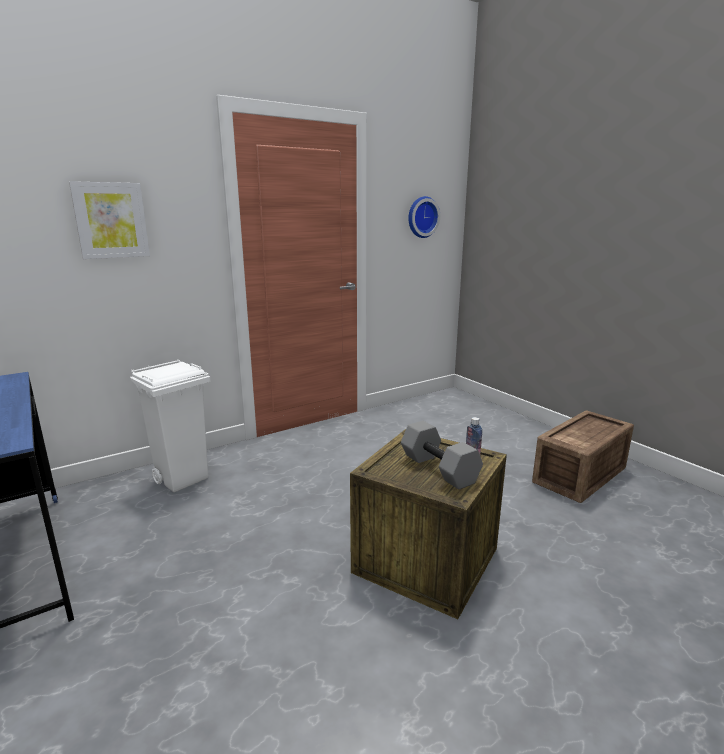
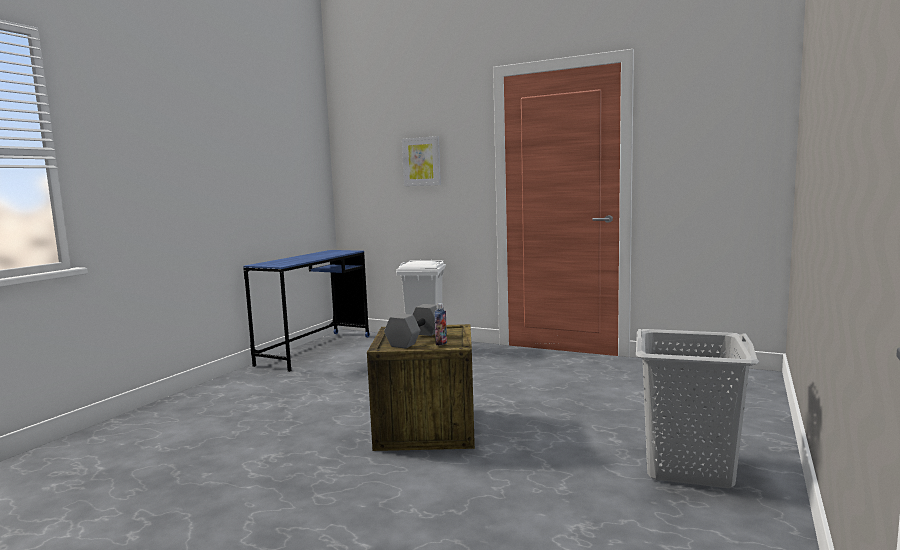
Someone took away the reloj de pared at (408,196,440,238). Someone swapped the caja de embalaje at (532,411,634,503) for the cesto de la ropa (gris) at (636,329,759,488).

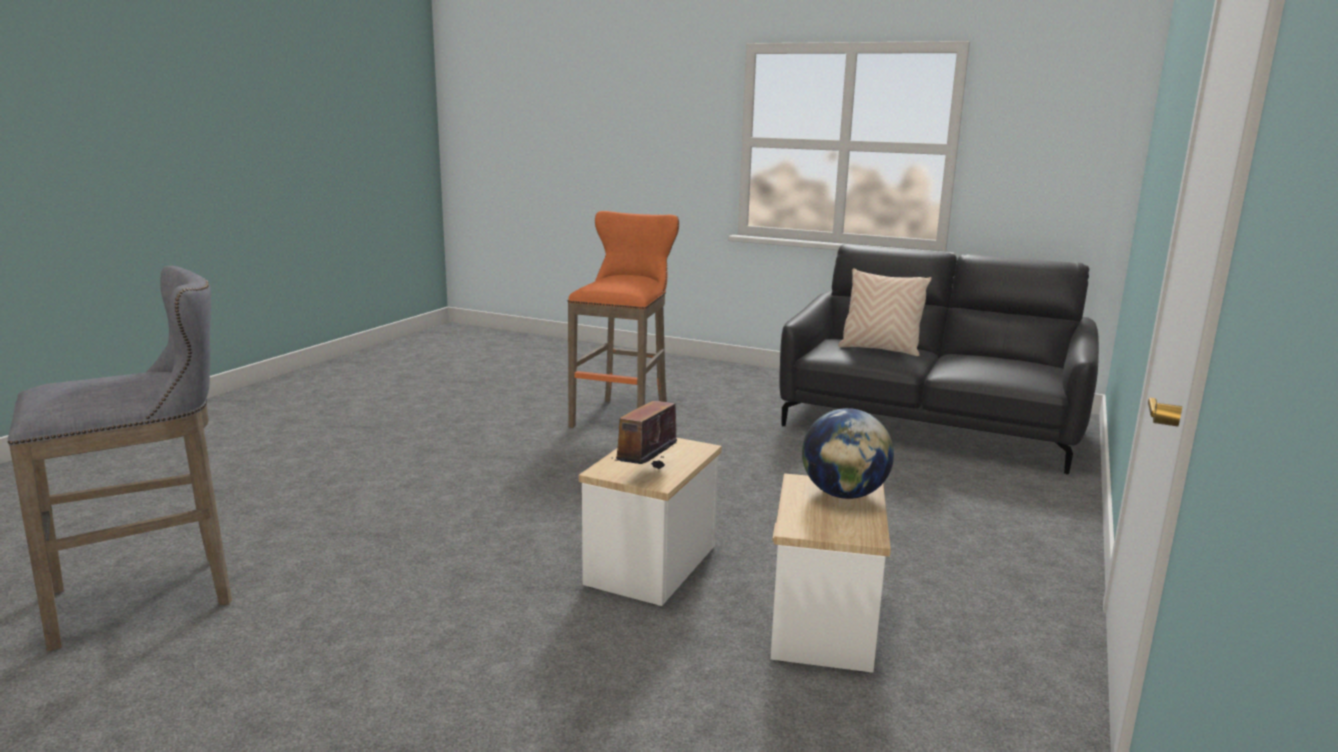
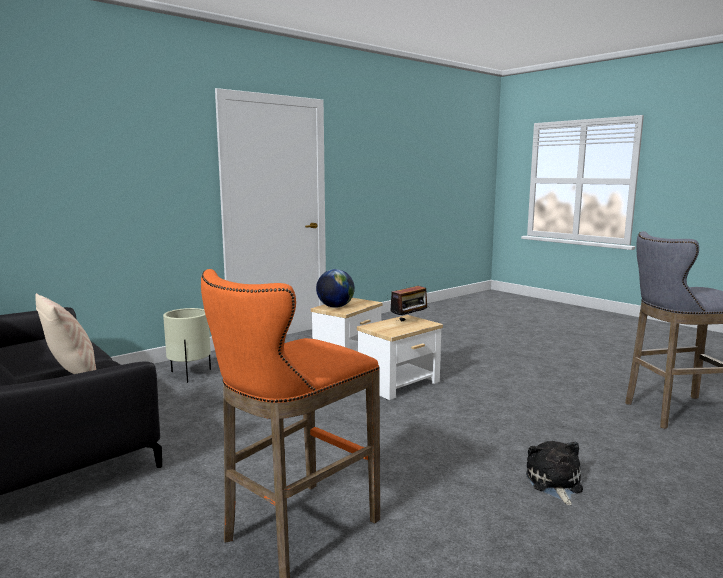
Someone put down the maceta (beis) at (163,308,211,383). Someone put down the peluche at (526,441,583,505).

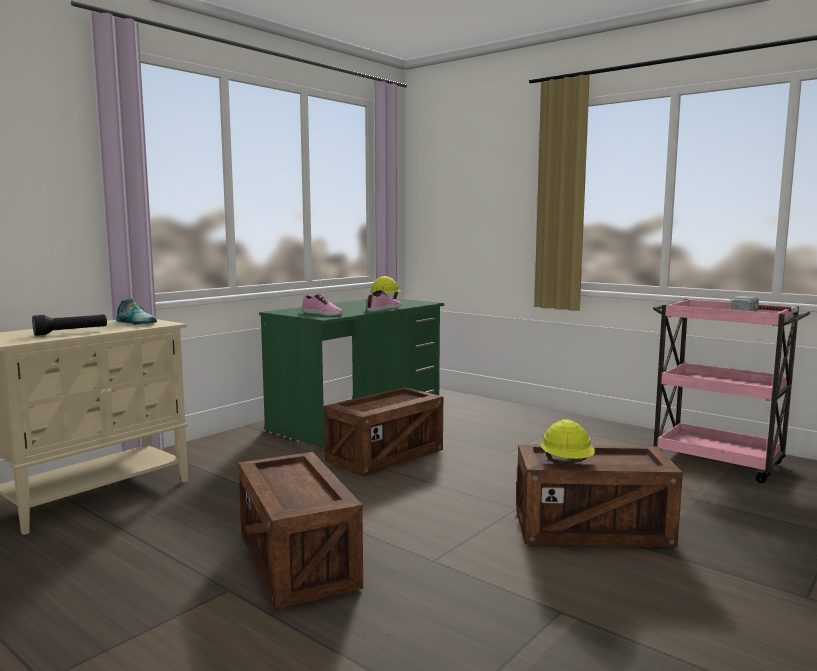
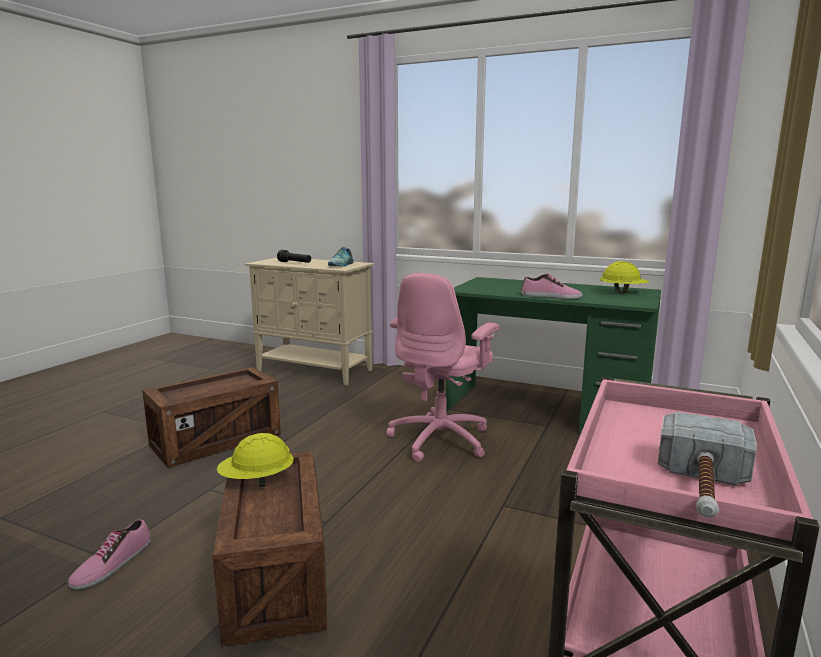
Someone carried the zapato from (302,293,343,316) to (68,519,151,589). Someone swapped the caja de embalaje at (324,387,443,477) for the silla de oficina (rosa) at (386,273,499,462).

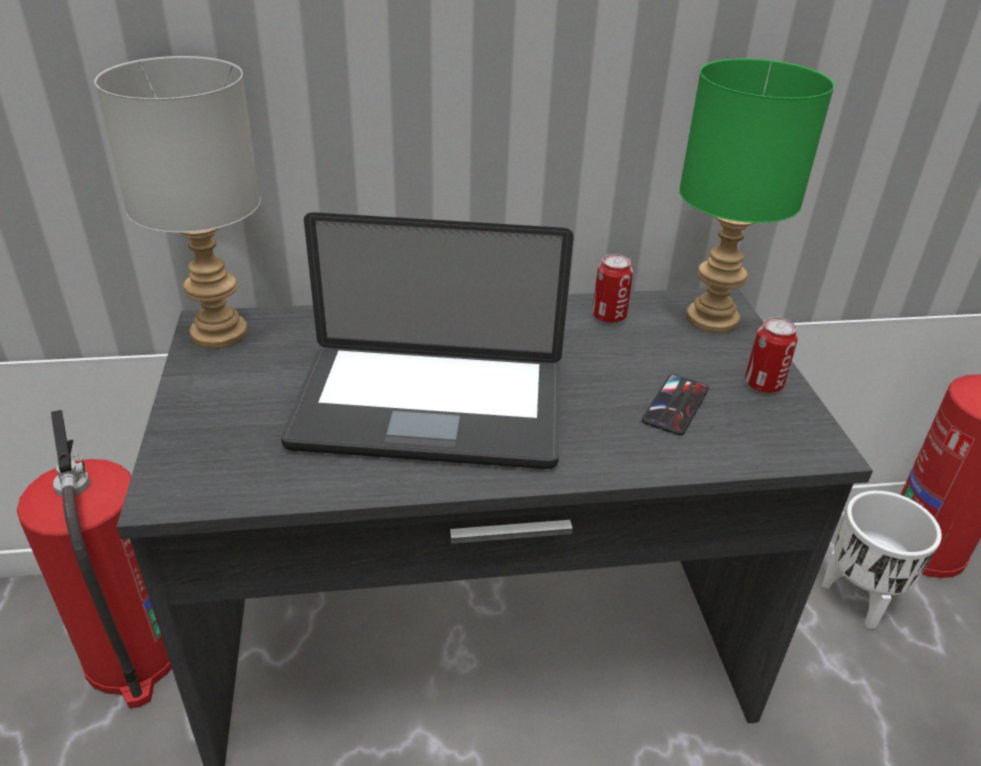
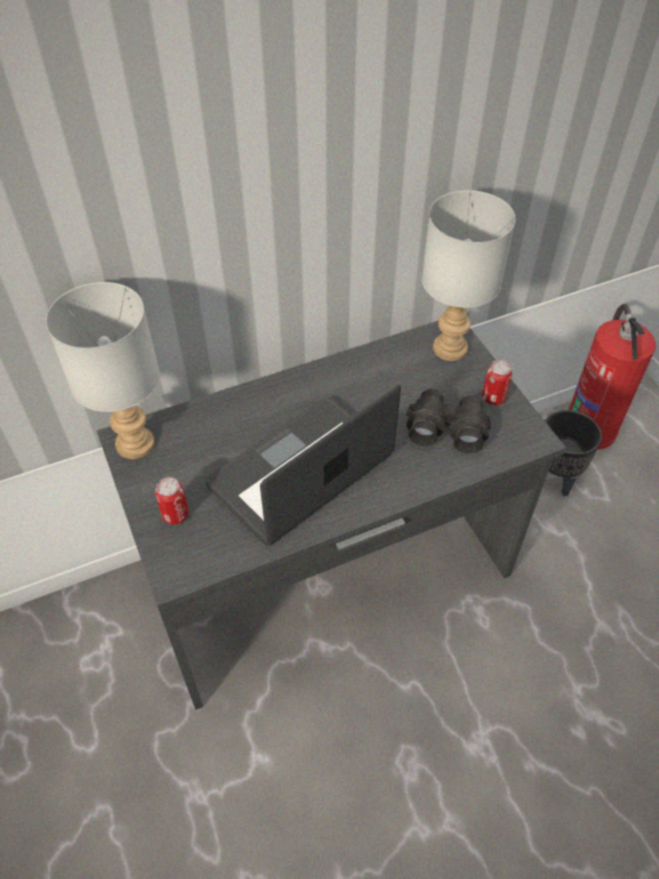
Someone took away the extintor at (17,410,172,708). Someone carried the lata from (592,254,633,323) to (155,477,189,525). Someone swapped the móvil at (642,374,709,435) for the prismáticos (negro) at (406,389,491,453). Someone repainted the lámpara de mesa (verde) at (679,58,835,333), which became the lámpara de mesa (gris) at (422,190,516,361). Someone repainted the maceta (blanco) at (822,491,942,629), which became the maceta (negro) at (545,410,602,497). Someone rotated the portátil at (281,212,574,469) by 150 degrees clockwise.

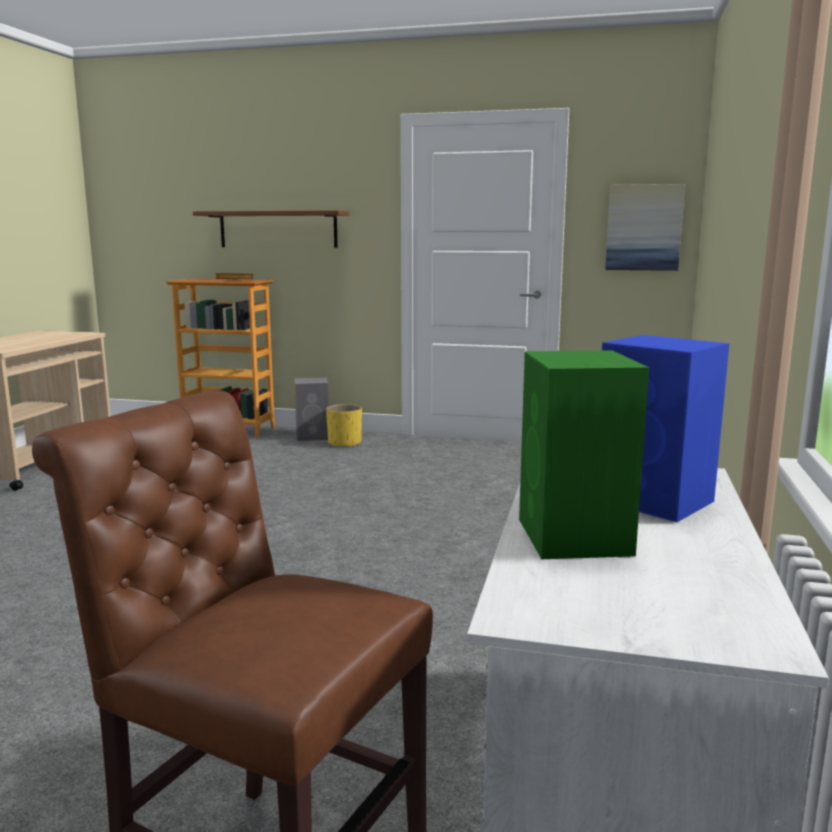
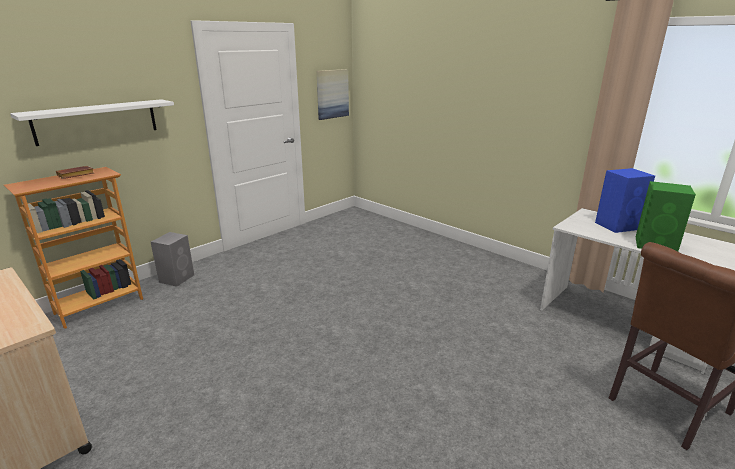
Someone took away the maceta (amarillo) at (326,404,362,448). Someone repainted the estante (marrón) at (193,210,349,248), which became the estante (blanco) at (10,99,174,146).

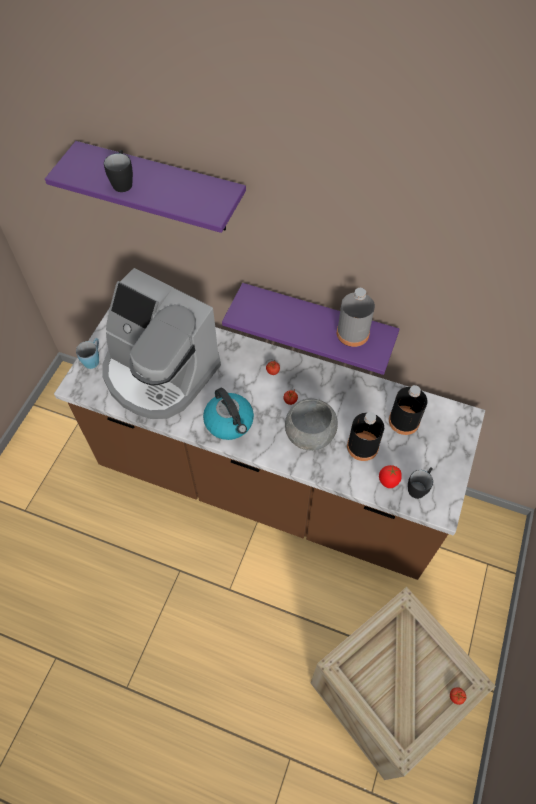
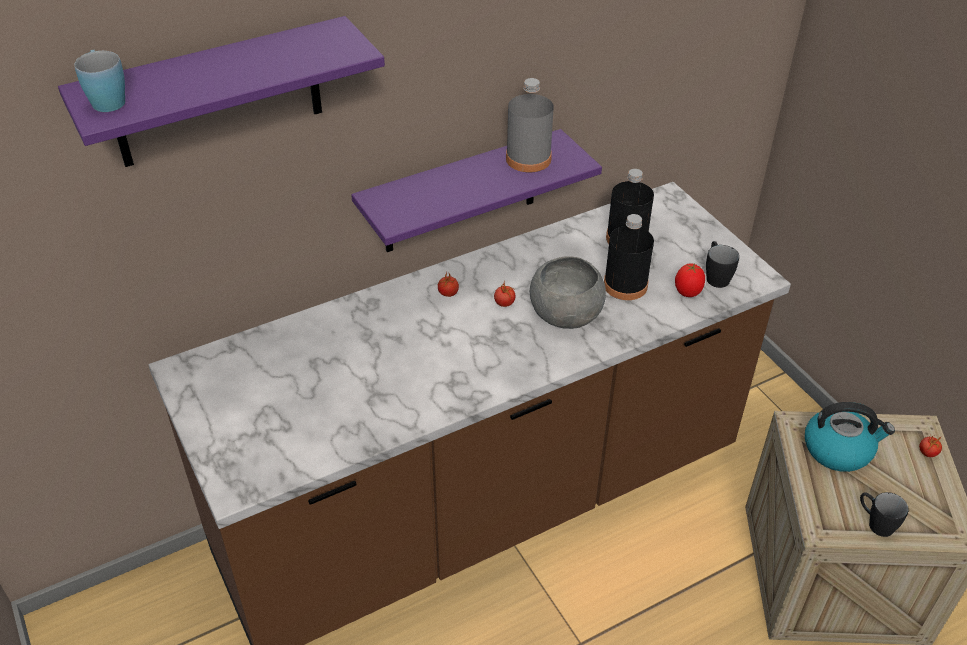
Someone took away the cafetera at (102,268,221,419). Someone carried the taza grande (azul) from (76,338,99,369) to (75,50,125,112). Someone carried the taza grande (negro) from (104,150,133,192) to (860,492,909,537). Someone carried the hervidor from (203,388,254,440) to (805,402,895,472).

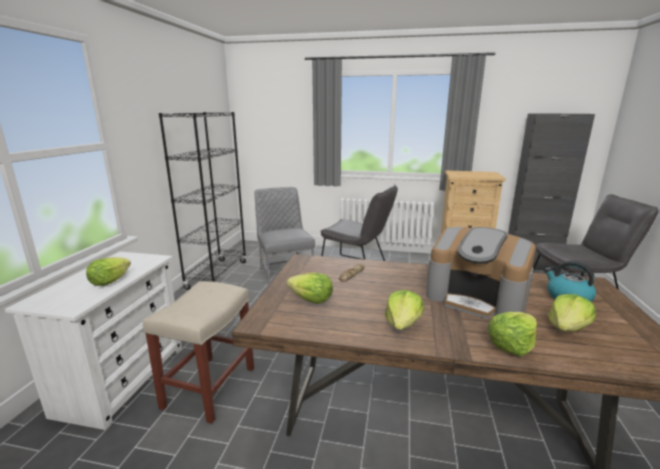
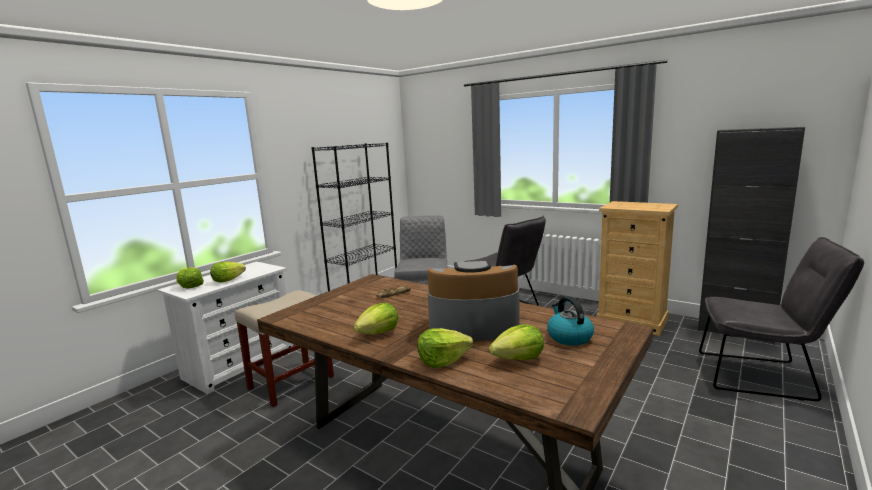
Someone carried the lechuga from (287,273,333,304) to (176,267,204,289). Someone rotated the cafetera at (426,227,536,319) by 120 degrees clockwise.

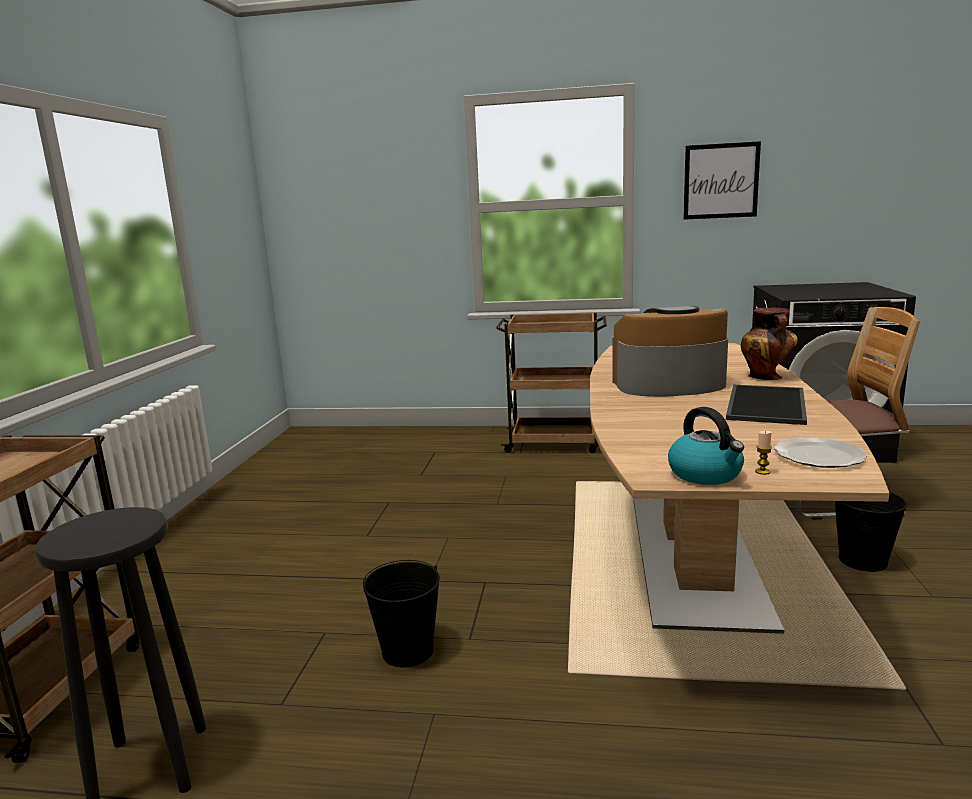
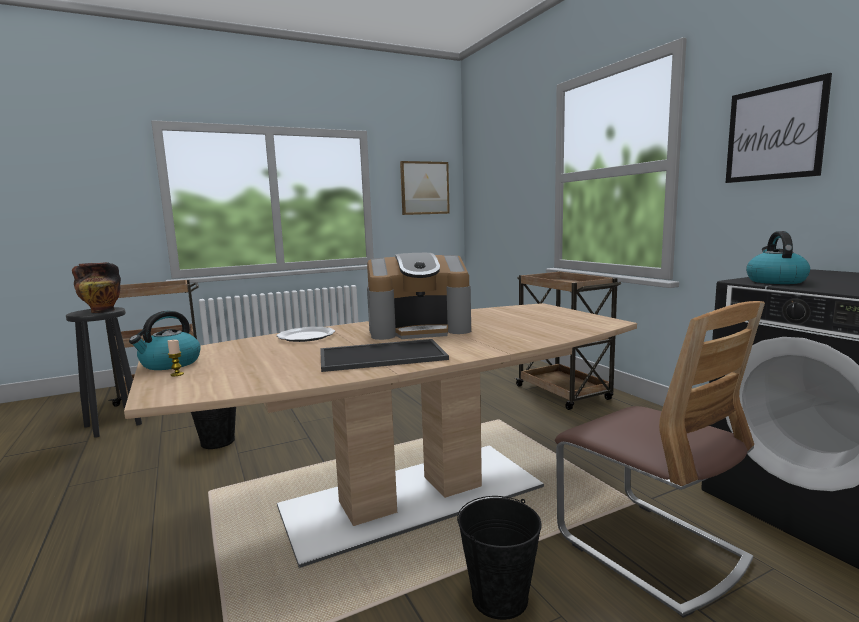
Someone put up the cuadro at (400,161,450,215). Someone put down the hervidor at (746,231,810,284). Someone carried the florero from (741,308,798,380) to (72,262,121,313). Someone carried the plato from (774,437,867,468) to (277,327,335,342). Someone rotated the cafetera at (612,306,728,396) by 120 degrees clockwise.

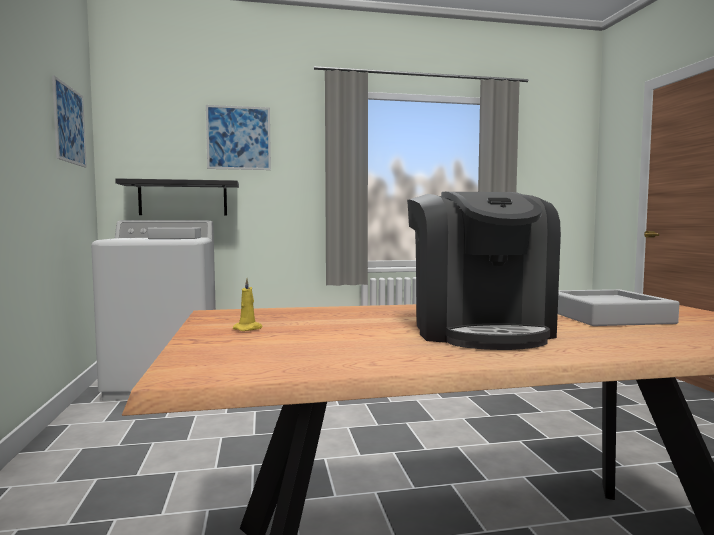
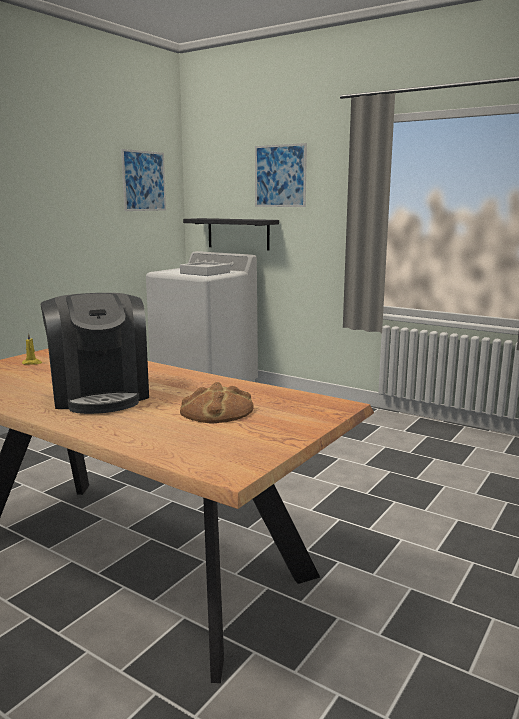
Someone swapped the bandeja (gris) at (558,289,679,326) for the pan at (180,382,254,423). Someone rotated the cafetera at (407,192,561,350) by 60 degrees counterclockwise.

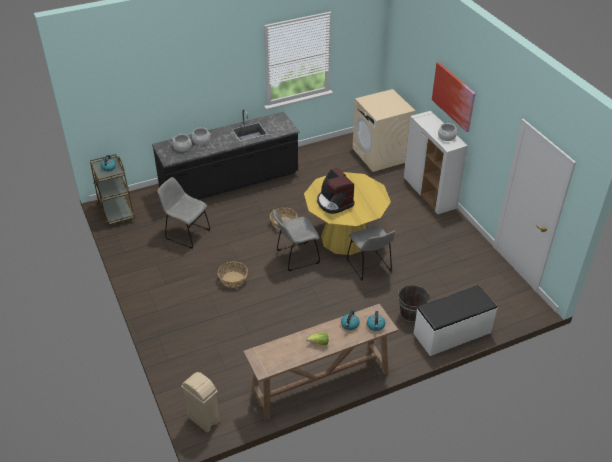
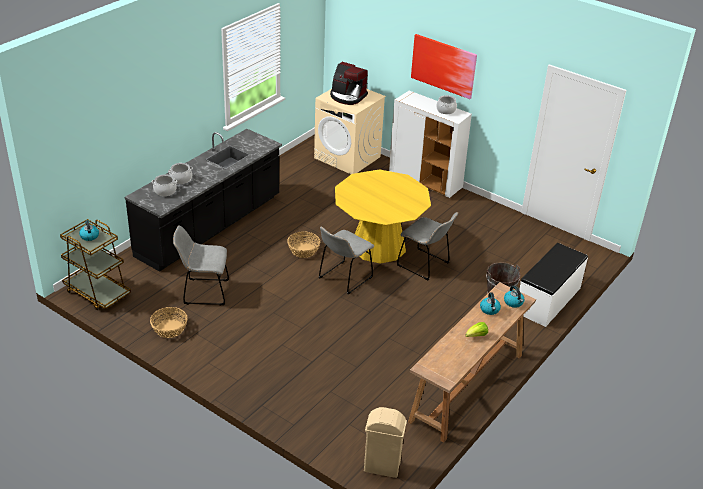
Someone carried the cesta from (218,261,248,288) to (150,307,188,338). Someone carried the cafetera from (317,167,355,214) to (330,62,368,105).

